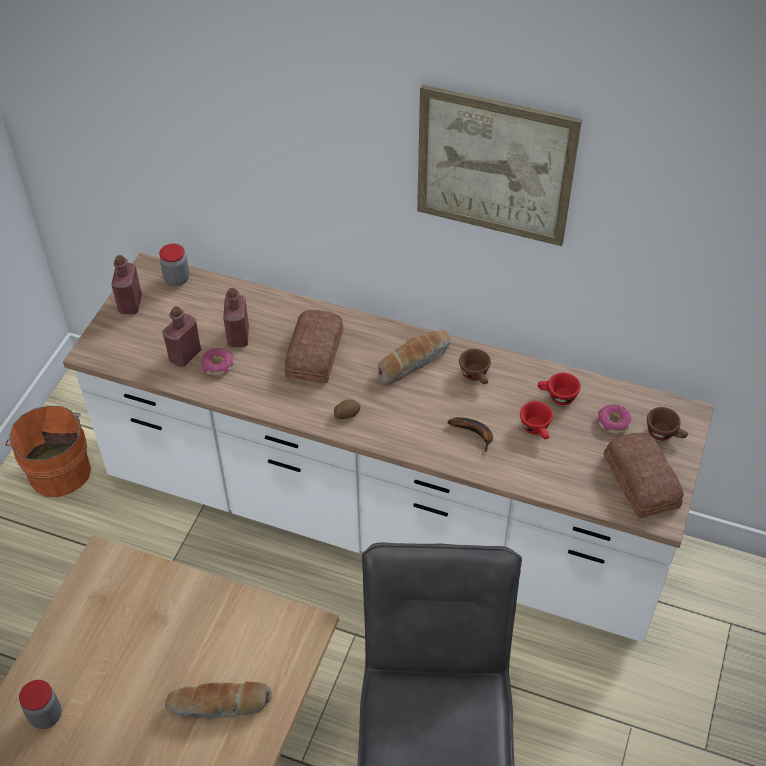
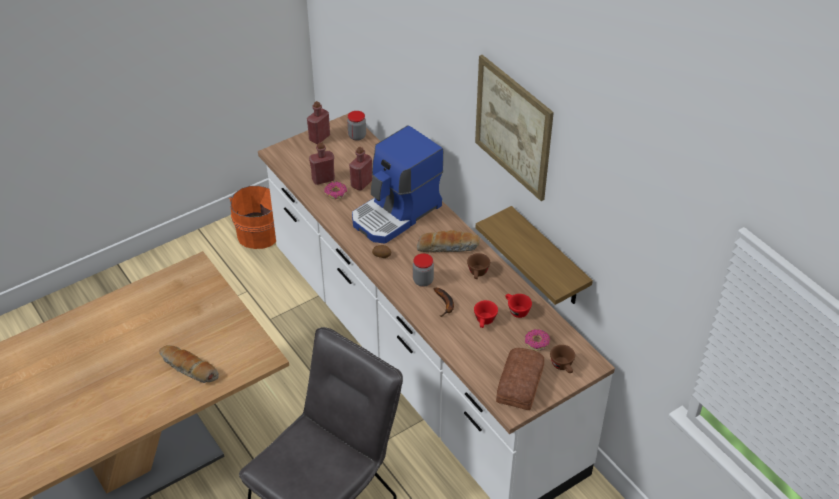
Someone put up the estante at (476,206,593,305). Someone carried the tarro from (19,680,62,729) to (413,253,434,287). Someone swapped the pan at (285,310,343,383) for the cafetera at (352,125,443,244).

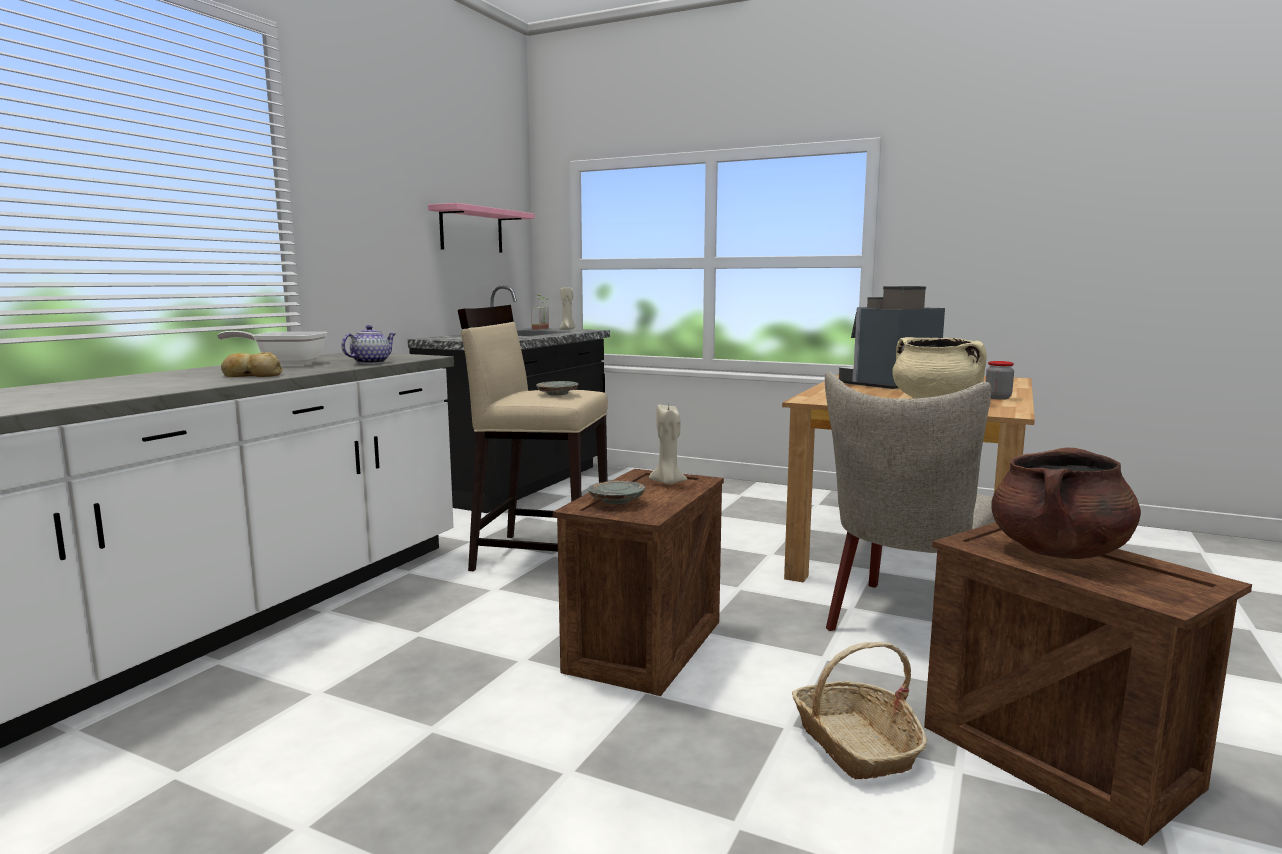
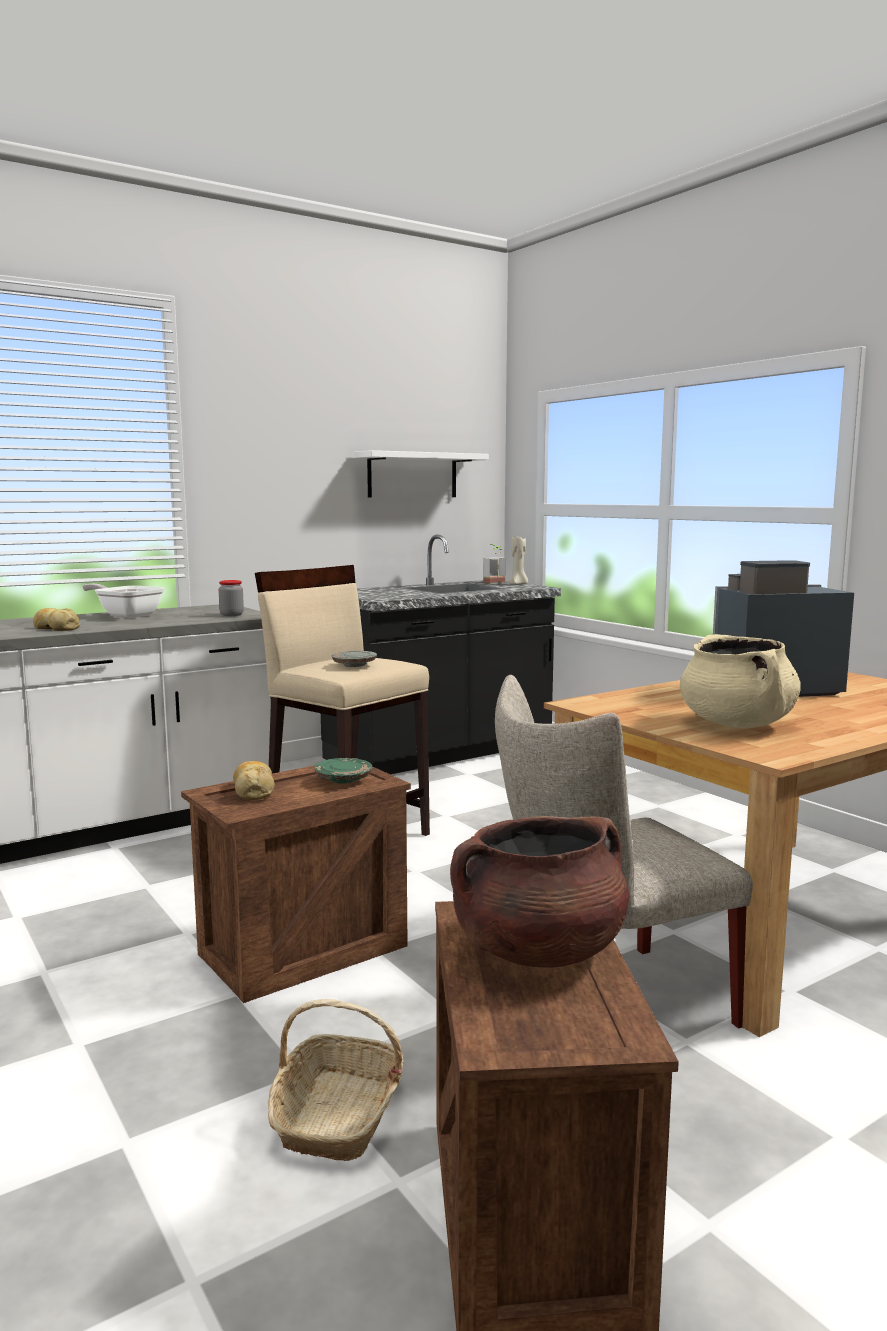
Someone took away the tetera at (341,325,395,364). Someone carried the tarro from (986,361,1014,400) to (219,580,244,616). Someone swapped the plato (gris) at (588,481,645,504) for the pan at (233,761,275,800). Someone swapped the vela (beis) at (649,405,687,485) for the plato (verde) at (314,758,372,784). Someone repainted the estante (rosa) at (428,203,535,253), which became the estante (blanco) at (353,450,489,498).

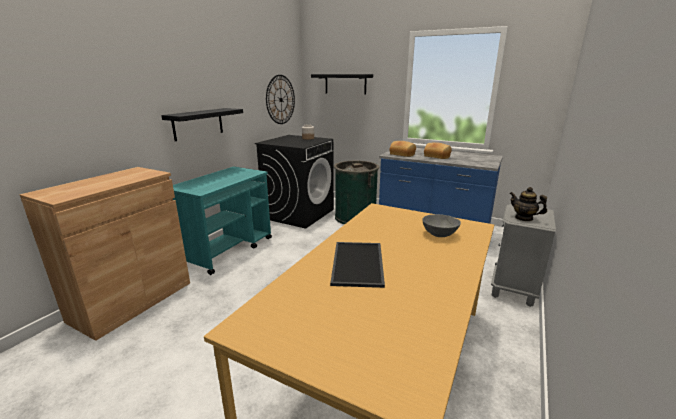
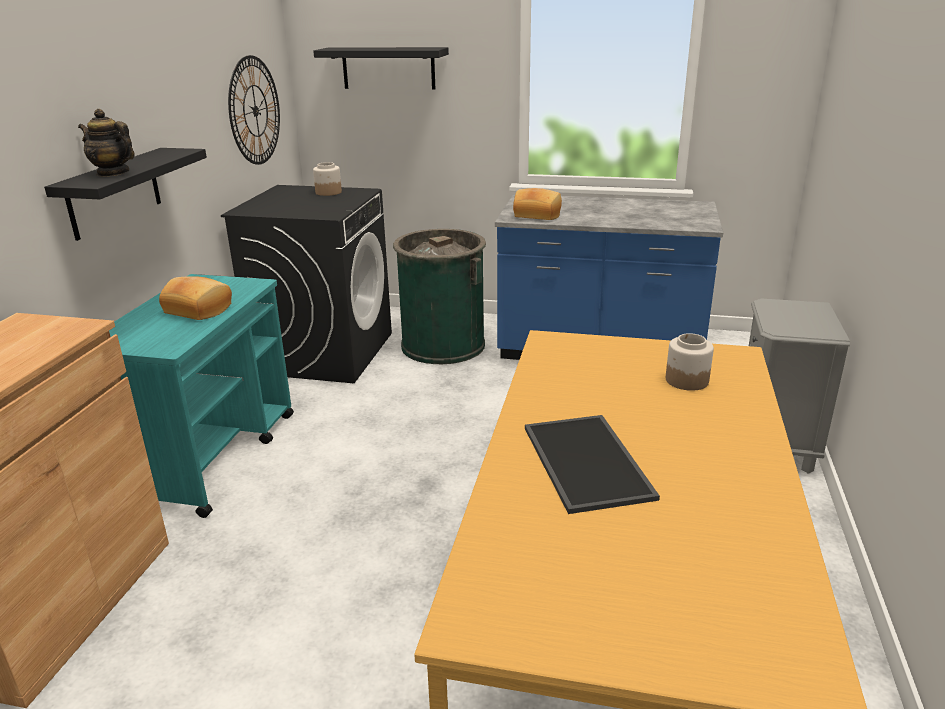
Someone carried the pan from (424,142,452,159) to (159,276,232,320). Someone carried the tetera from (510,187,547,221) to (78,109,135,177). Someone swapped the cuenco (gris) at (422,214,461,237) for the tarro at (666,333,714,391).

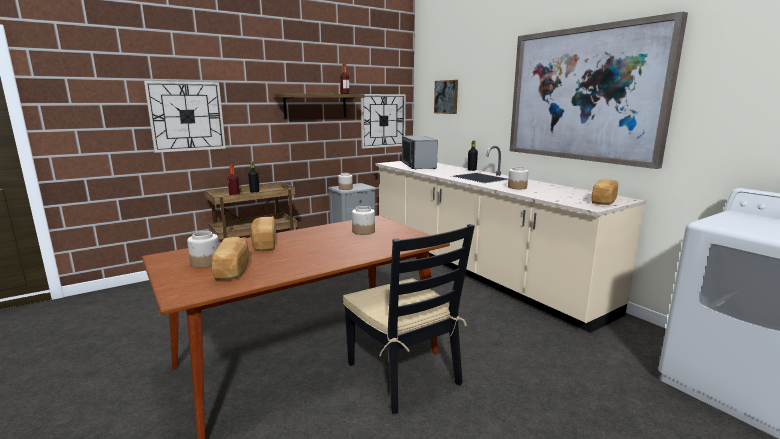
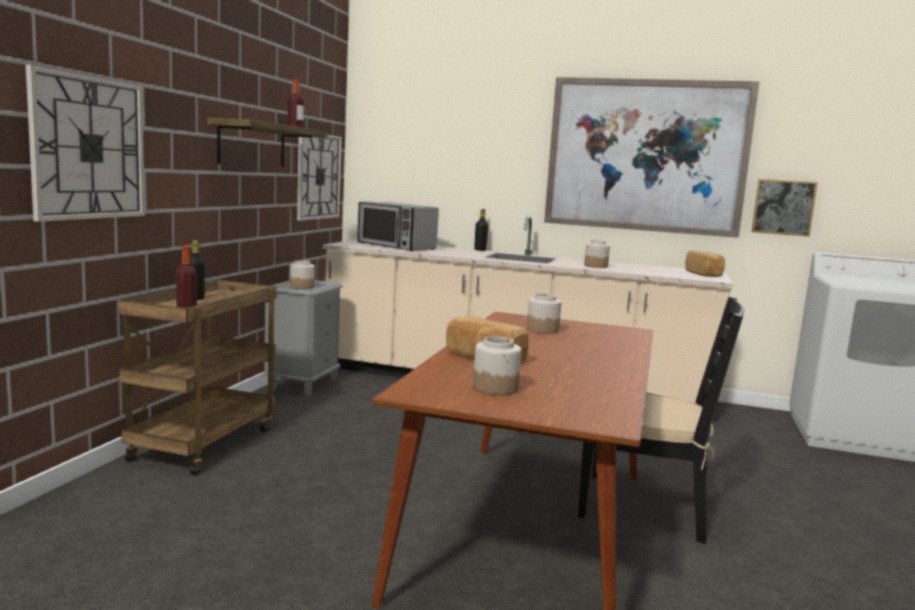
Someone took away the pan at (212,237,249,280). Someone carried the cuadro from (434,80,458,114) to (752,179,818,236).

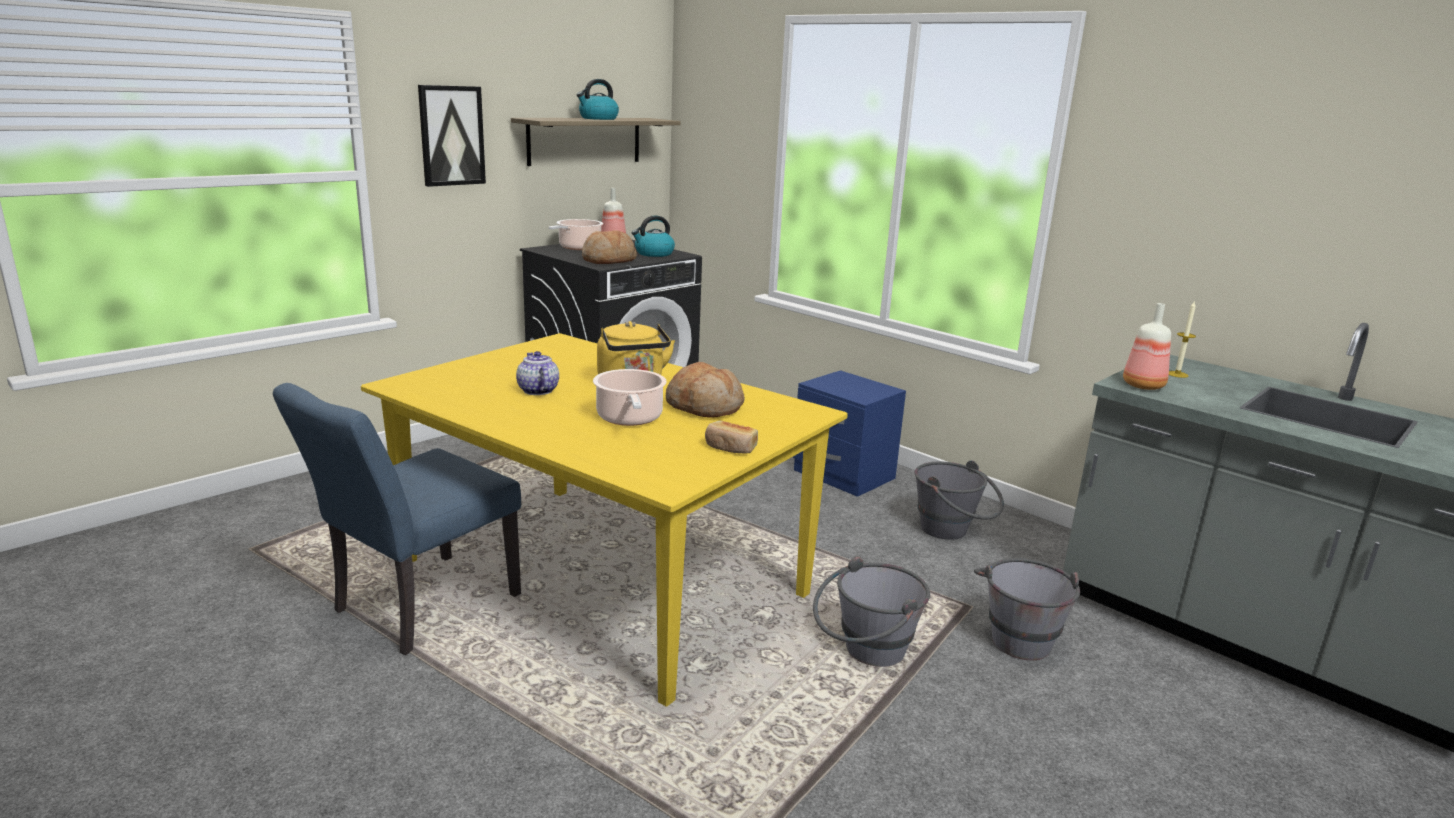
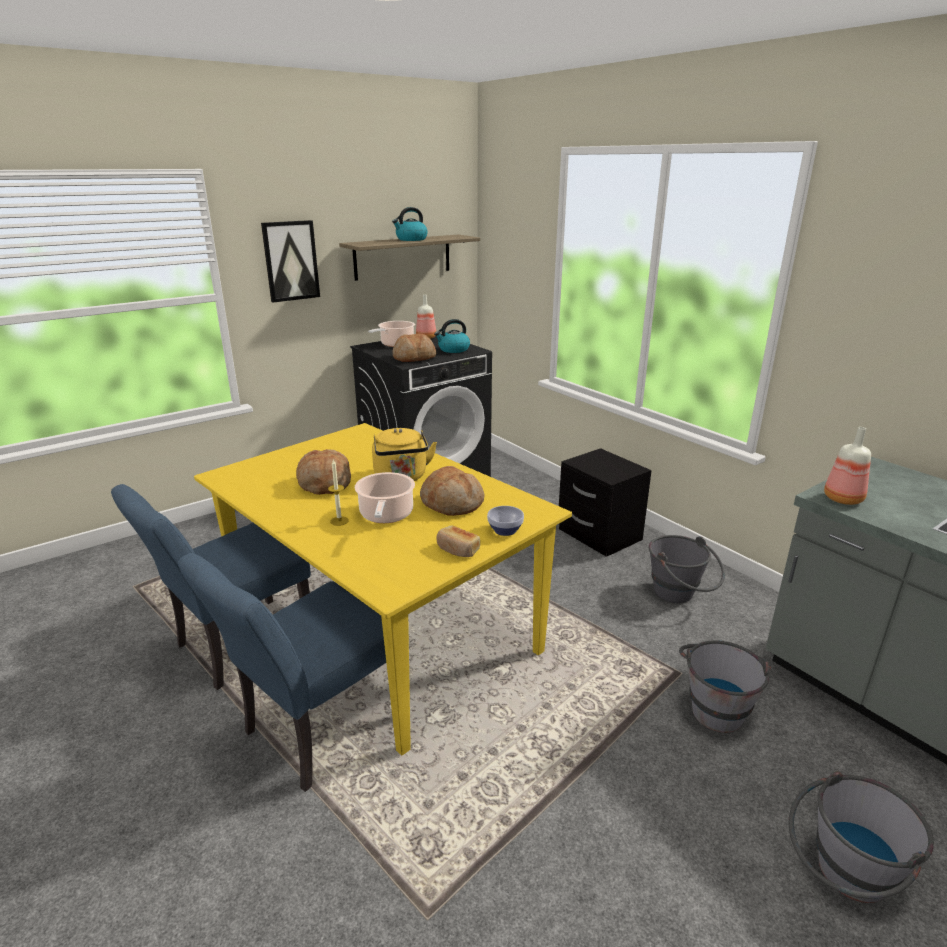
Someone put down the silla (azul) at (178,553,386,792). Someone put down the cuenco at (487,506,524,536). Someone carried the cubo (gris) from (813,556,930,667) to (789,771,934,903). Someone carried the vela from (1169,300,1196,378) to (328,460,349,526). Someone swapped the tetera at (516,351,559,395) for the pan at (296,449,351,495). Someone repainted the mesita de noche (azul) at (793,370,906,497), which became the mesita de noche (negro) at (559,448,652,557).

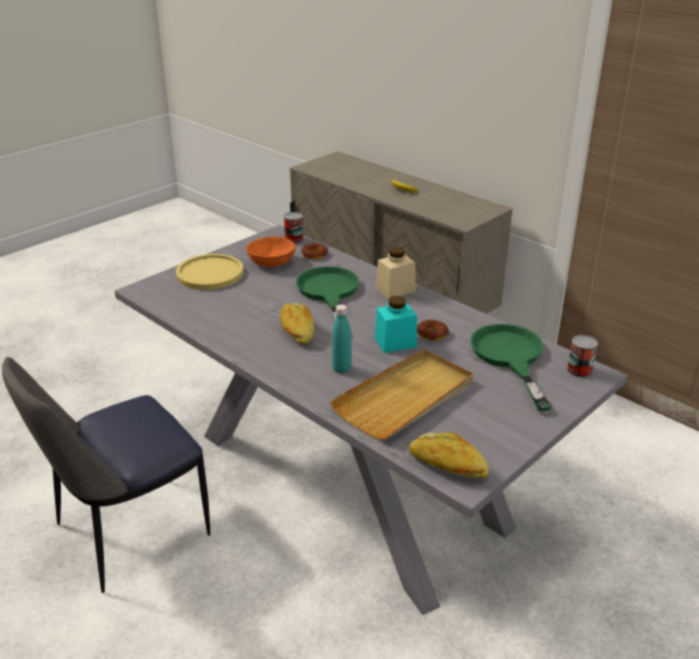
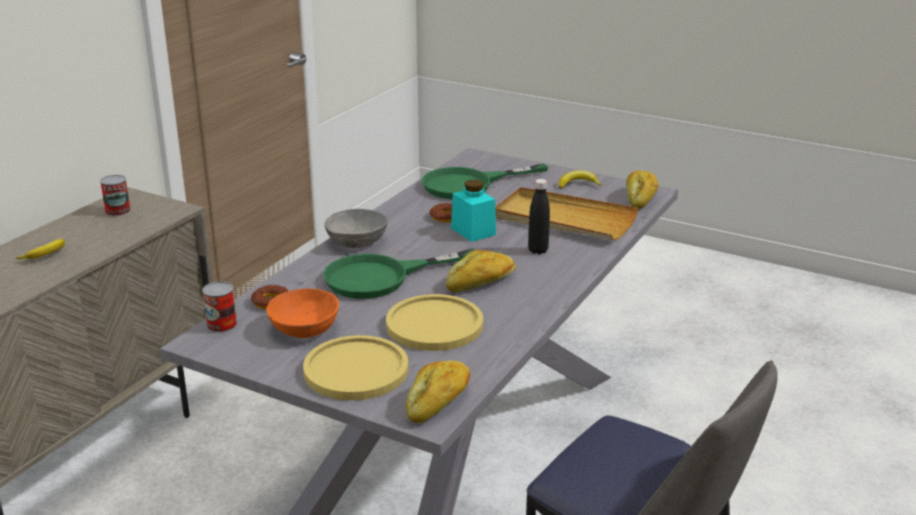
Someone put down the plato (amarillo) at (386,294,483,351). Someone put down the pan at (406,361,470,423). Someone put down the plátano at (558,170,601,189). Someone carried the lata from (567,335,598,378) to (100,175,131,216). Someone swapped the tarro (beis) at (376,247,416,299) for the cuenco (gris) at (325,209,387,248). Someone repainted the botella (turquesa) at (332,304,351,373), which became the botella (negro) at (528,179,550,254).

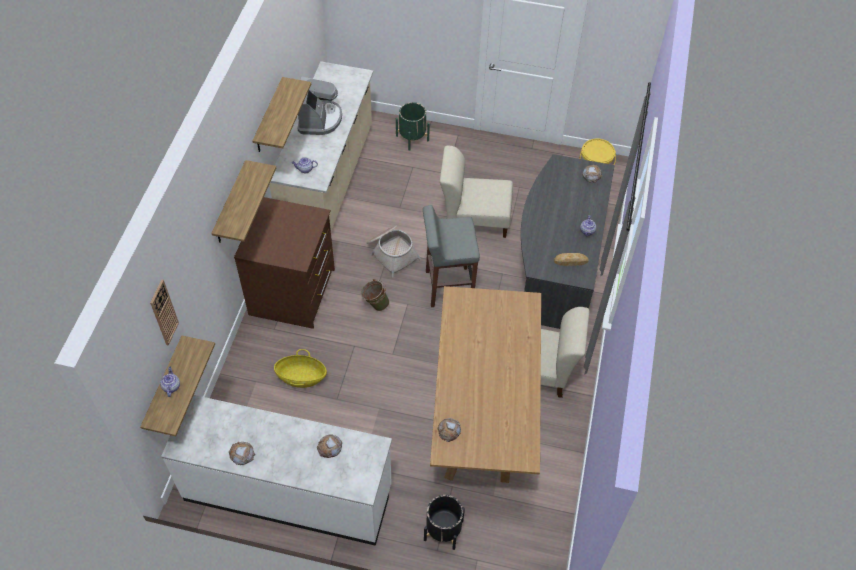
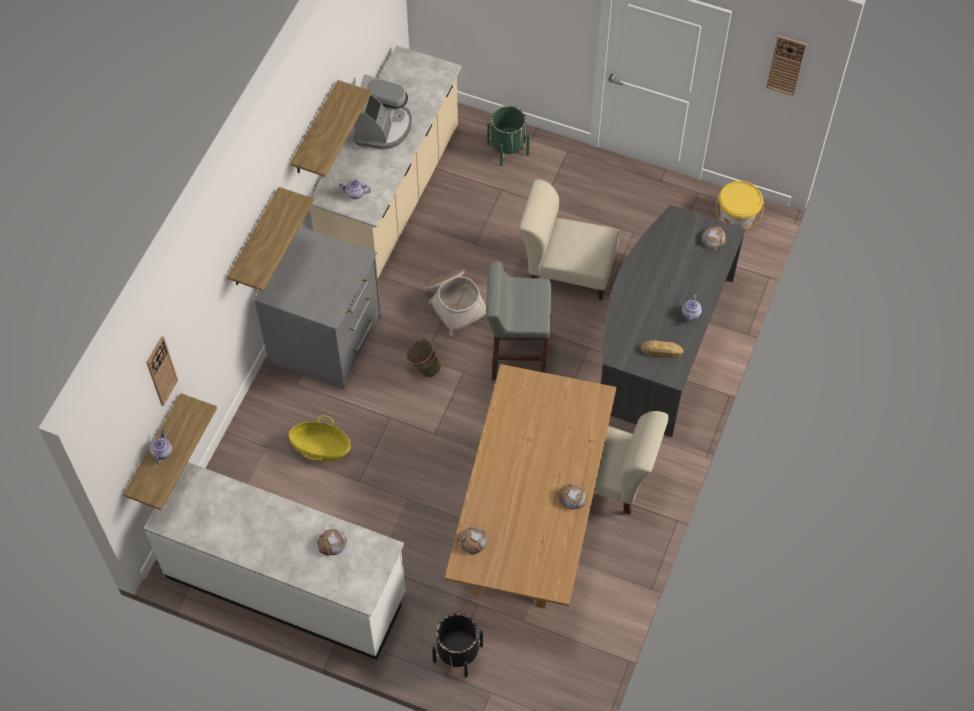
Someone put up the reloj de pared at (766,35,807,96). Someone carried the pan from (229,442,255,465) to (558,484,587,509). Someone repainted the cómoda (marrón) at (234,197,335,329), which became the cómoda (gris) at (254,226,381,390).

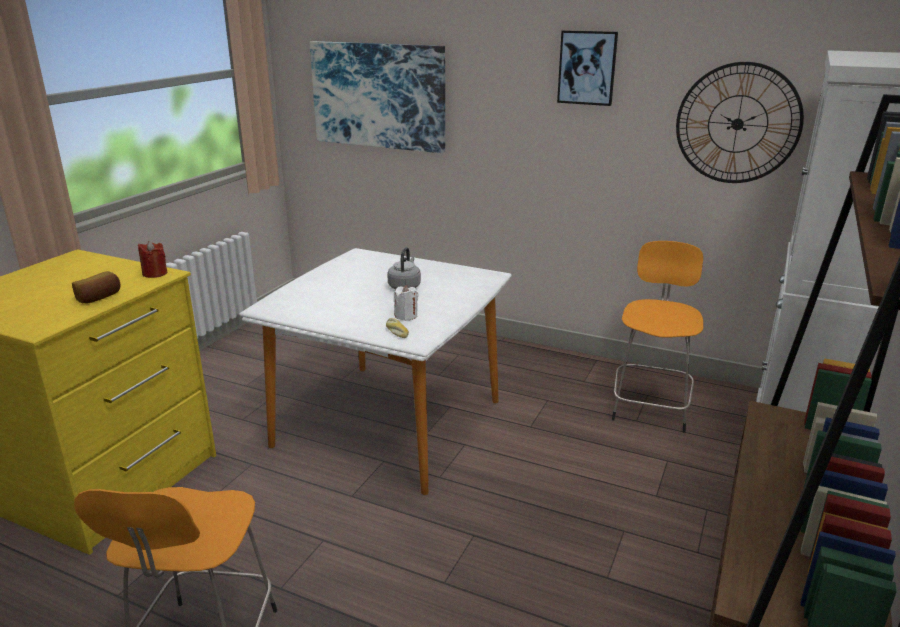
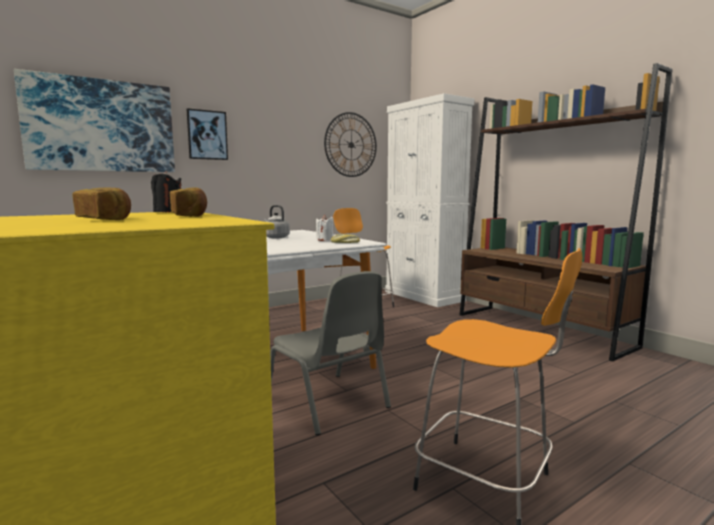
Someone put down the pan at (73,188,131,220). Someone put down the silla (gris) at (270,271,391,435). Someone carried the cuadro from (557,30,618,106) to (187,108,228,160). Someone repainted the vela (rojo) at (138,241,167,278), which became the vela (negro) at (151,171,181,212).

